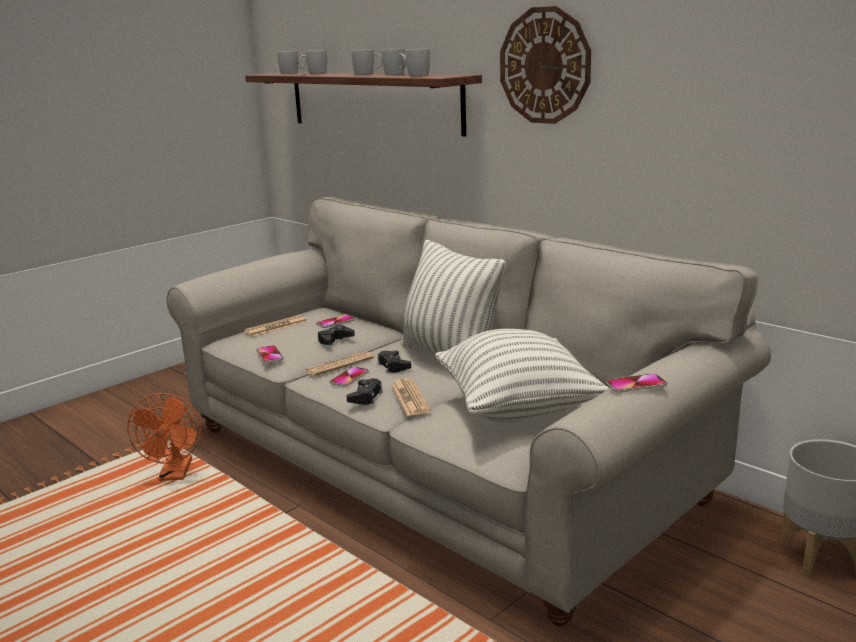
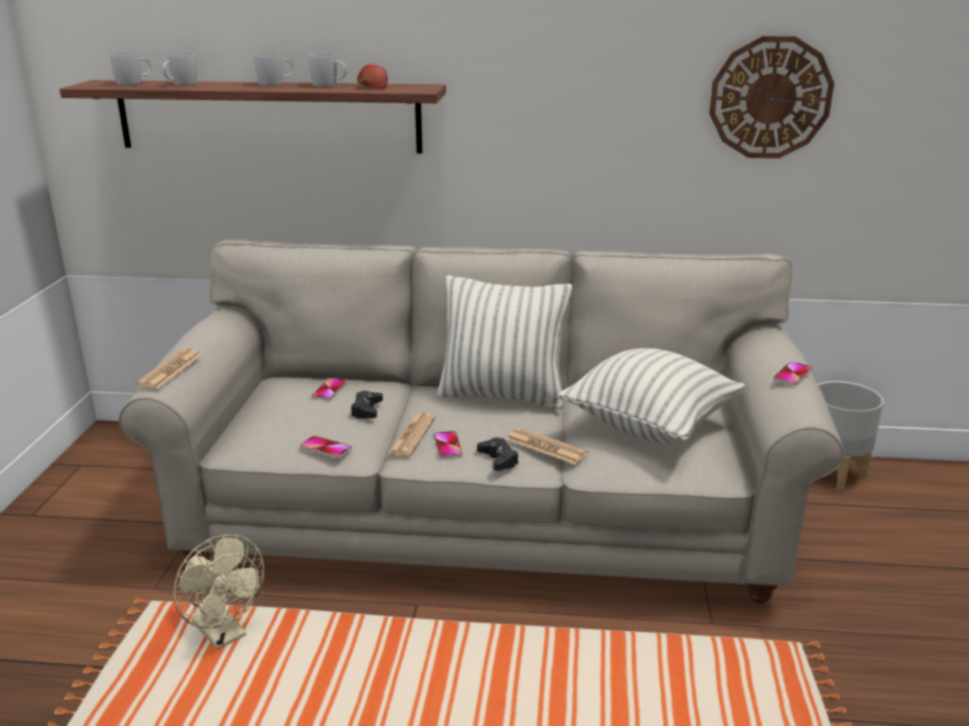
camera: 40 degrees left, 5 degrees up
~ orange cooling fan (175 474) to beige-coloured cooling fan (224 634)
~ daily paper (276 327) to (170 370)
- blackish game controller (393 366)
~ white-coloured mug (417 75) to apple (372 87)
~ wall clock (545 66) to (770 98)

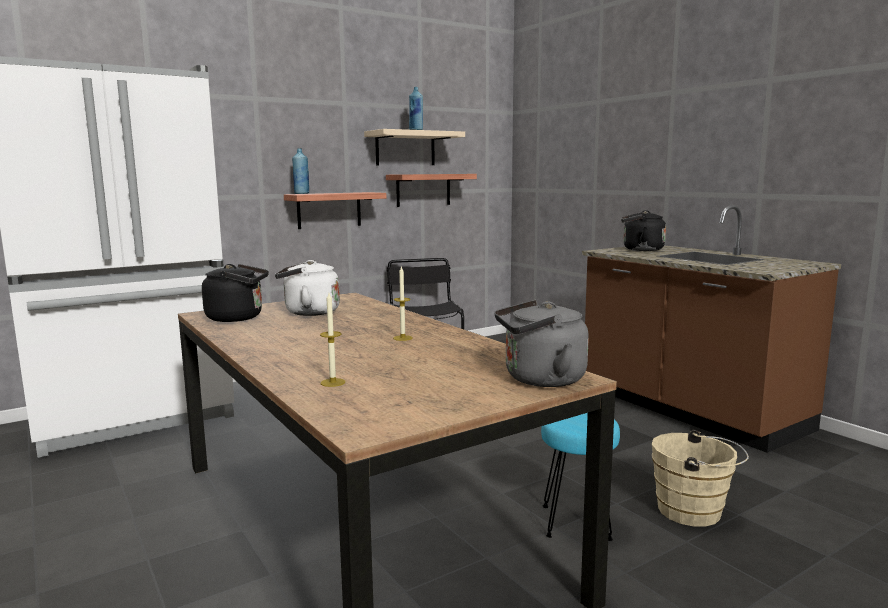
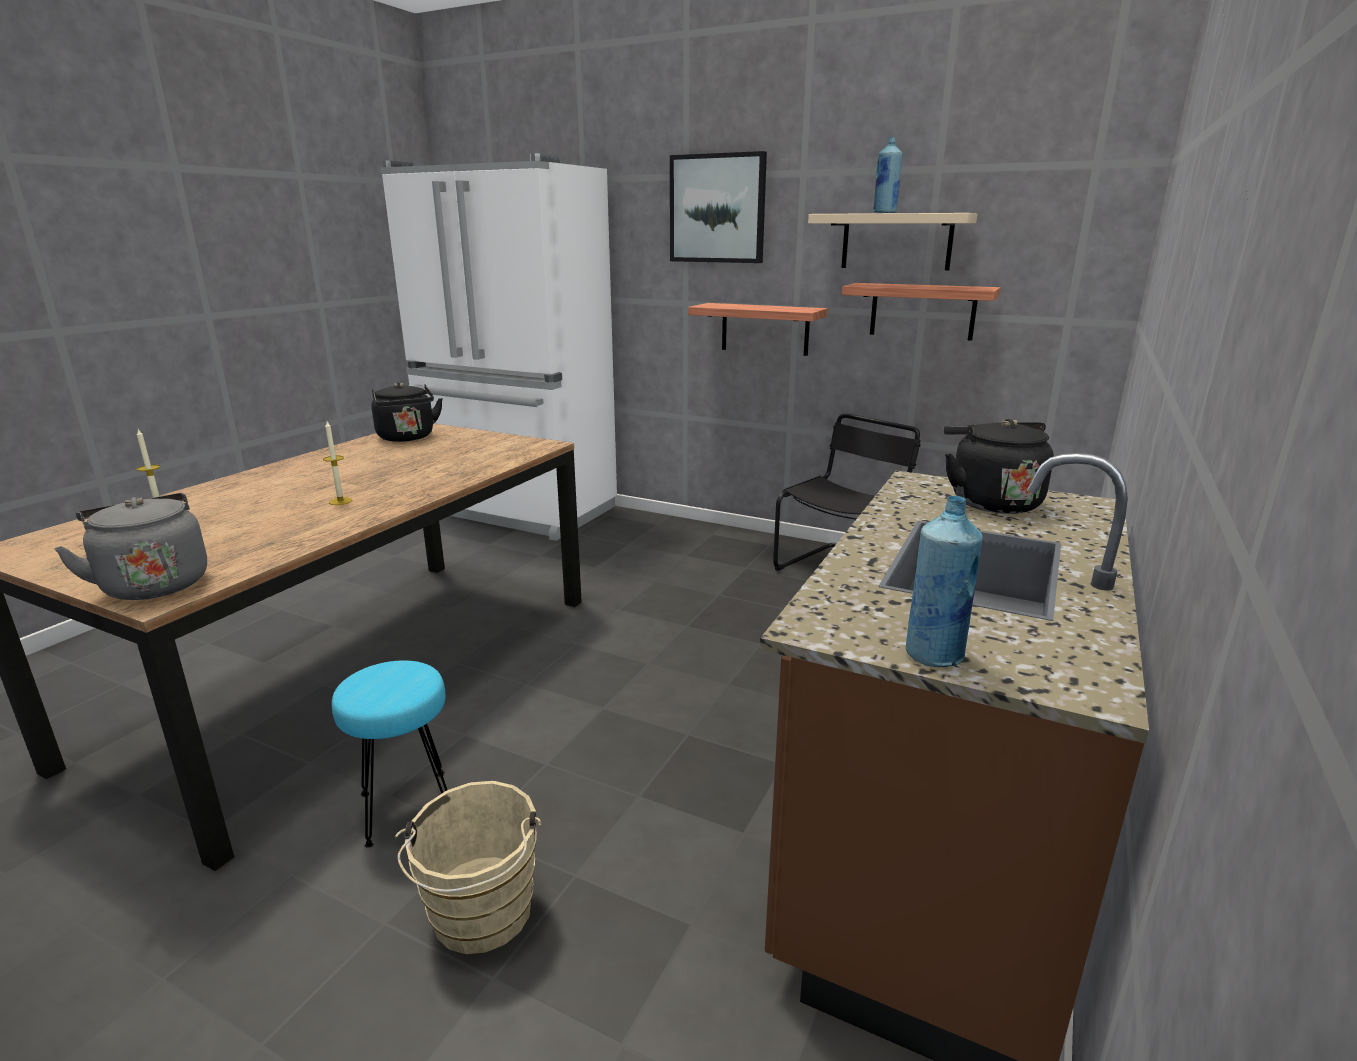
camera: 60 degrees right, 10 degrees up
- white-coloured tea kettle (308 312)
~ bluish drink bottle (301 194) to (934 655)
+ wall picture (717 209)

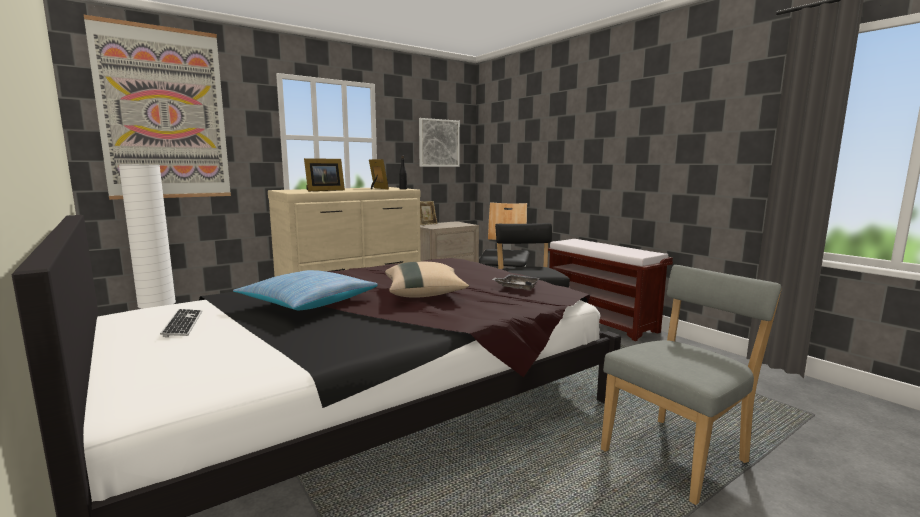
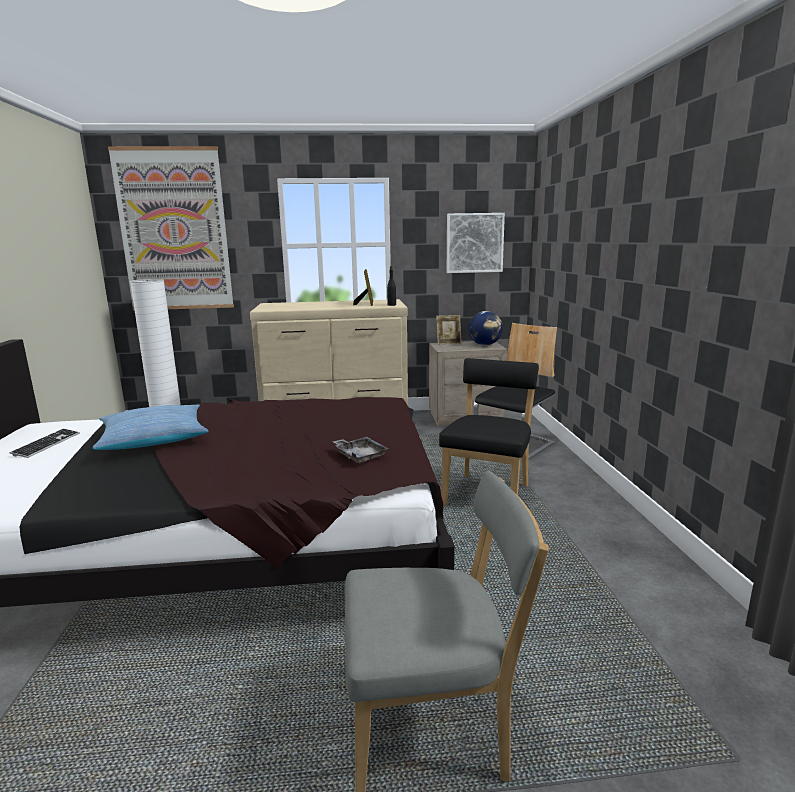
camera: 30 degrees right, 5 degrees up
- photo frame (323 190)
- beige-coloured cushion (424 294)
- brownish indoor bench (601 321)
+ globe (485 345)

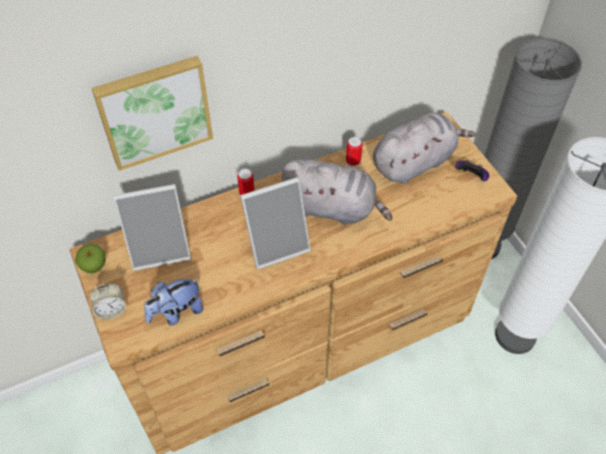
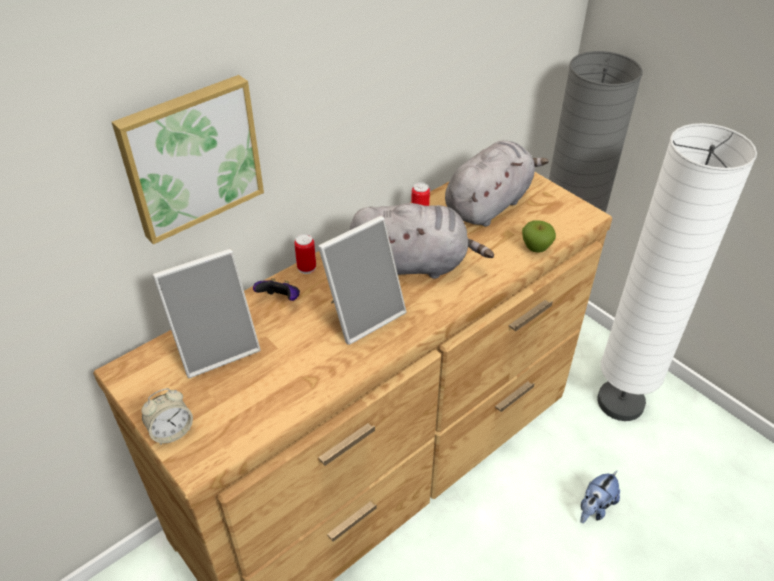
camera: 15 degrees left, 10 degrees down
~ apple (94 267) to (536 248)
~ soft toy (176 312) to (595 507)
~ game controller (471 177) to (280 300)

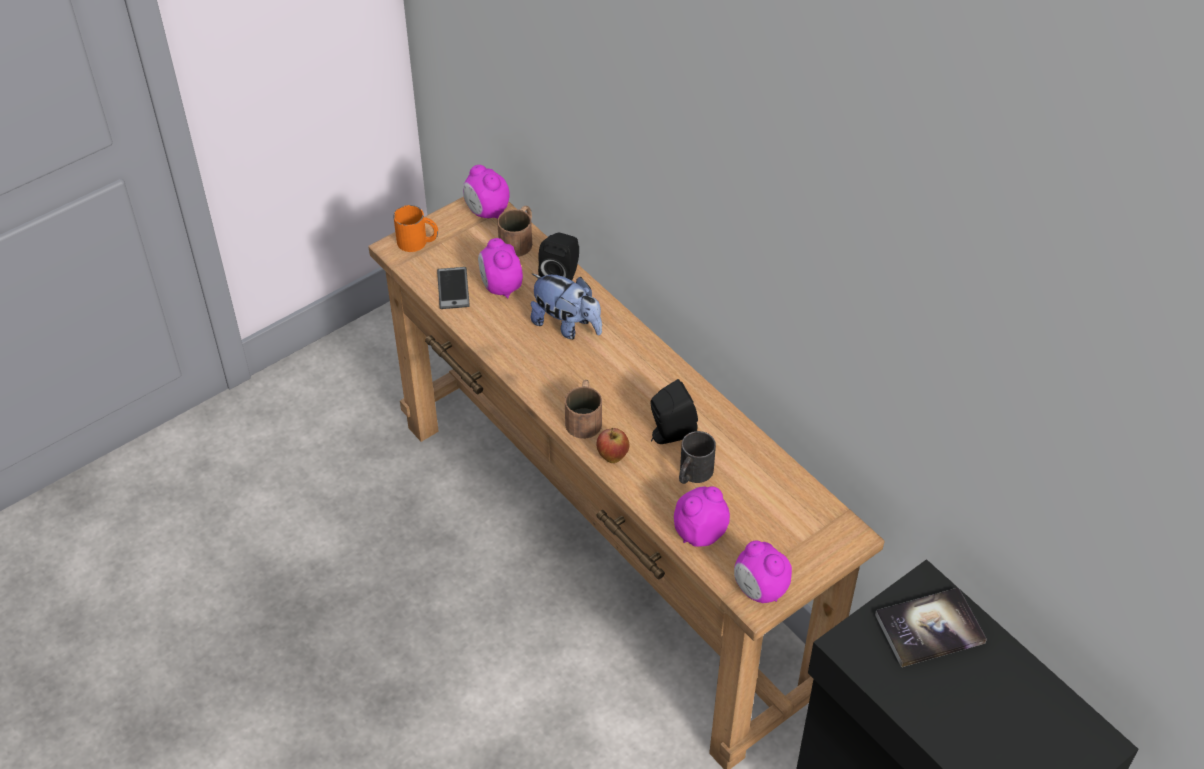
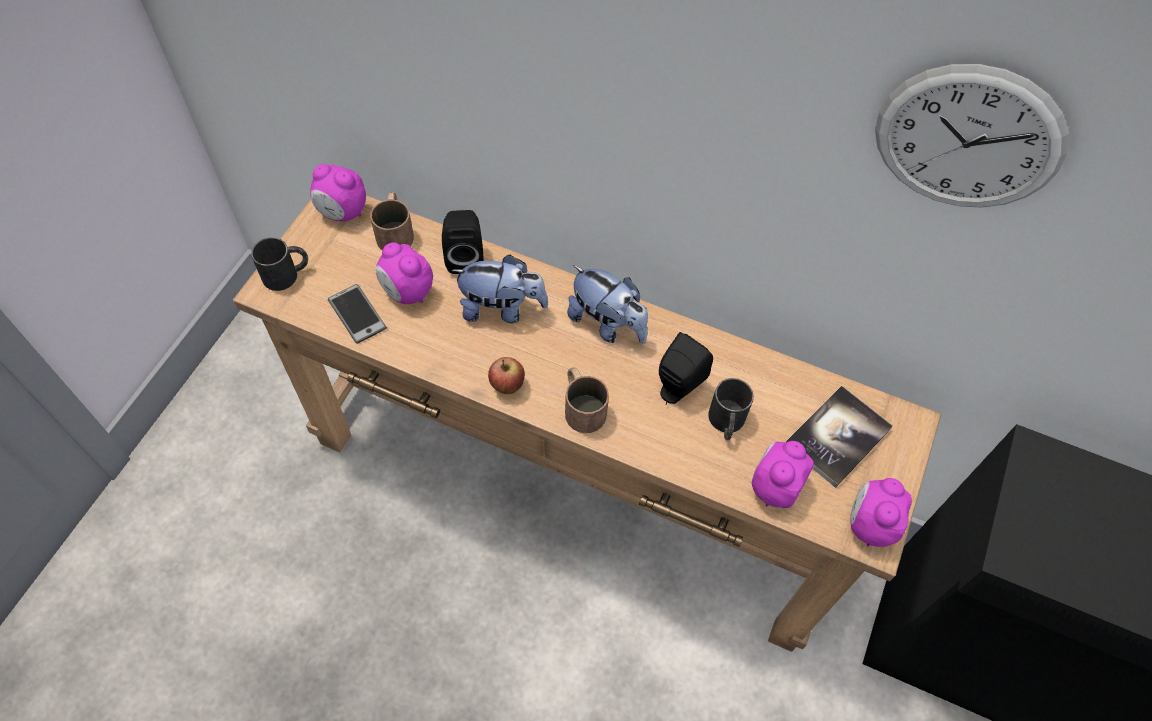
camera: 30 degrees left, 10 degrees up
~ orange mug (418 242) to blackish mug (287 274)
~ apple (612 457) to (507 386)
~ alarm clock (759 590) = (869 525) 90 degrees clockwise
~ volume (929 628) to (837 437)
+ soft toy (607 324)
+ wall clock (968 139)

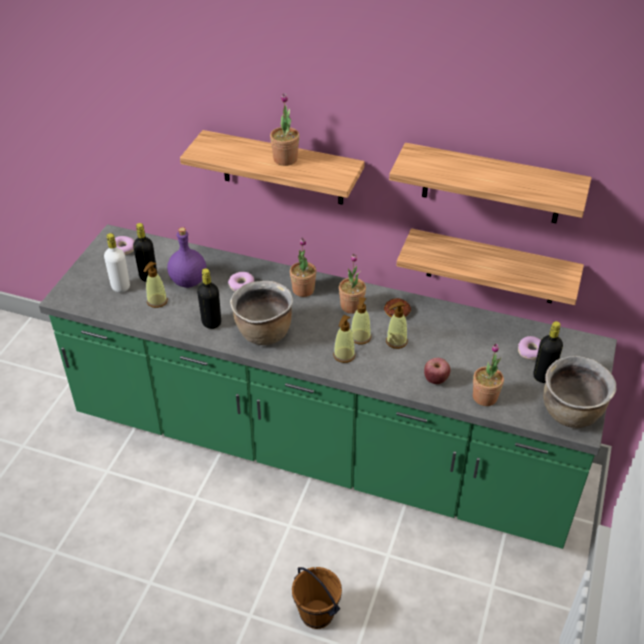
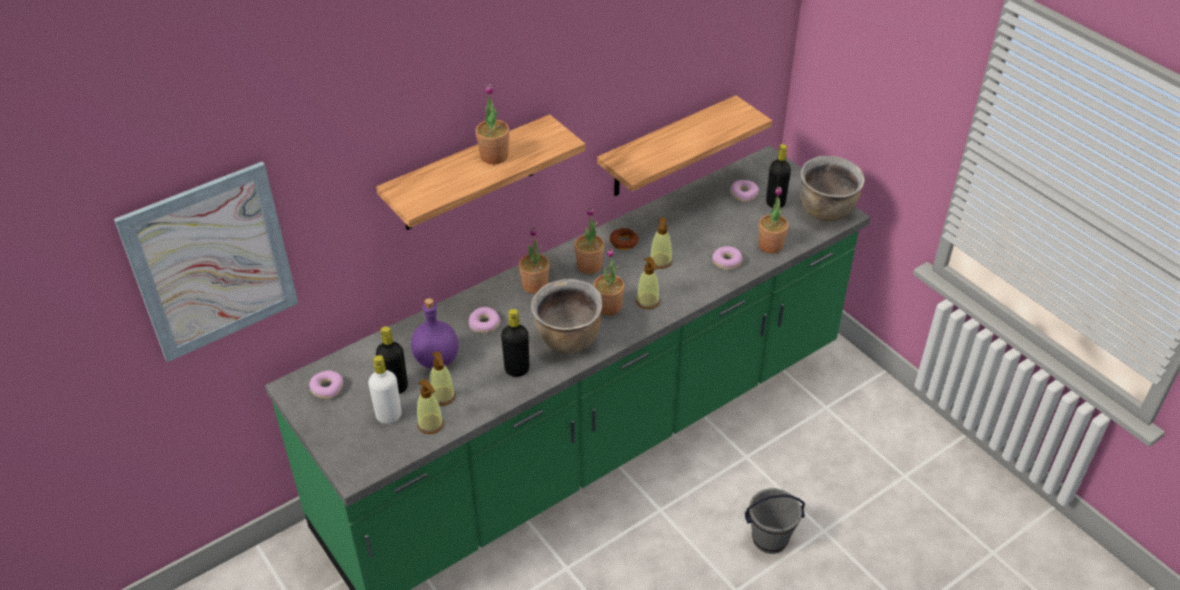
camera: 55 degrees left, 0 degrees up
~ brownish pail (317 613) to gray pail (769 539)
~ soap bottle (360 337) to (430 424)
- wall shelf (492 184)
~ apple (436 379) to ring doughnut (727 262)
+ wall picture (212 262)
+ potted plant (608 307)

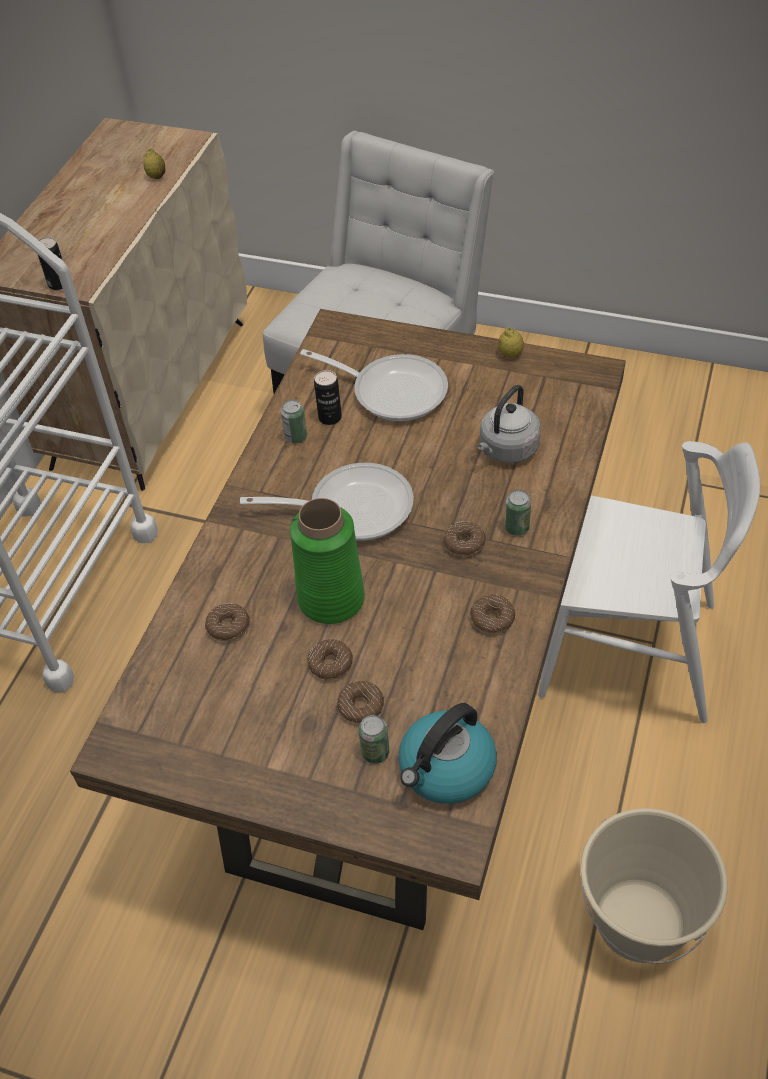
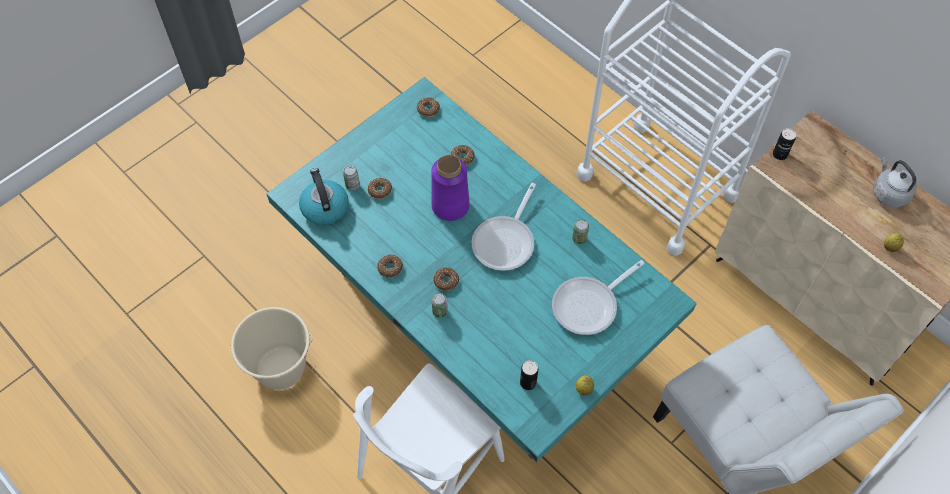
camera: 115 degrees right, 10 degrees up
~ brownish dining table (395 696) to turquoise-coloured dining table (476 325)
~ green-coloured decorative vase (331 599) to purple decorative vase (450 206)
~ ring doughnut (330 664) to (428 109)
~ sealed can (330 417) to (528 382)
~ gray tea kettle (507 450) to (888 193)

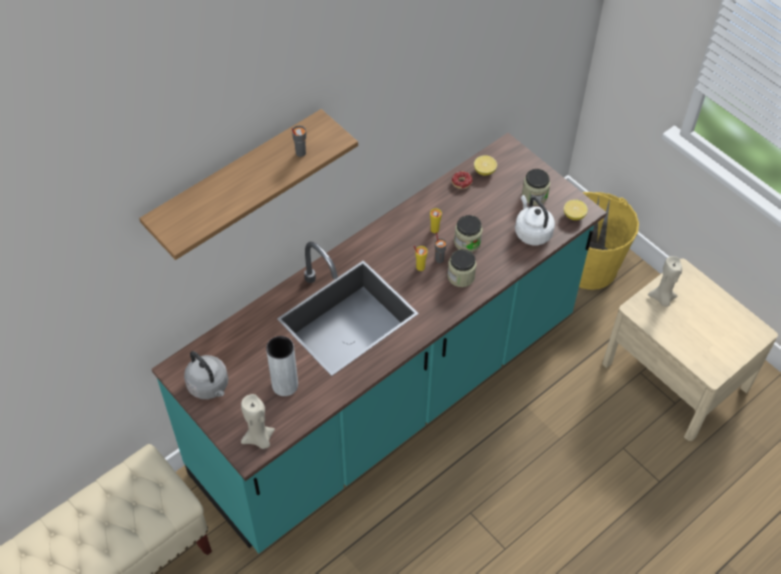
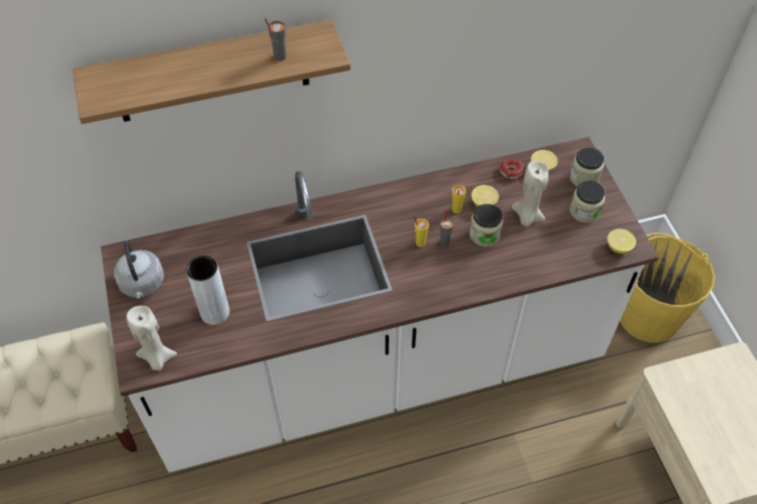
camera: 25 degrees right, 0 degrees up
~ turquoise-coloured kitchen base unit (389 398) to white-coloured kitchen base unit (378 370)
~ storage jar (461 276) to (584 178)
- white-coloured tea kettle (532 232)
~ beige-coloured wax light (662 298) to (527 217)
+ whole lemon (483 203)

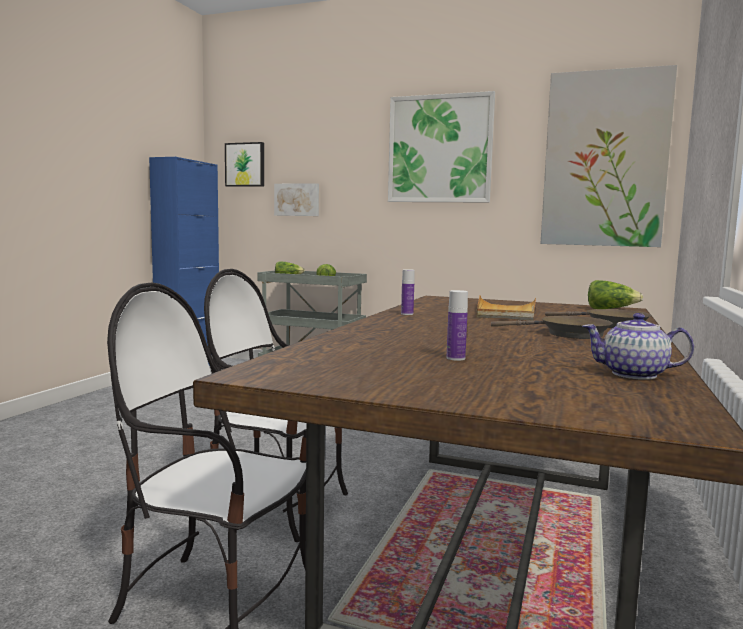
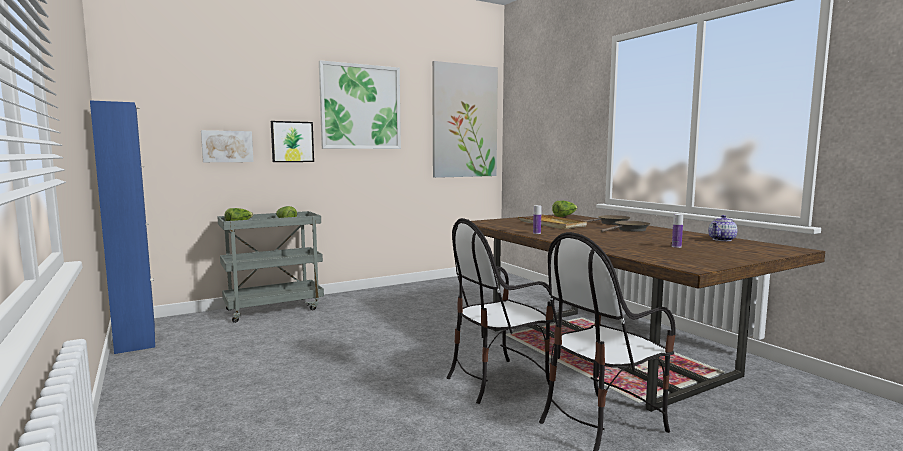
camera: 50 degrees left, 0 degrees up
~ wall picture (245 165) to (292 141)

